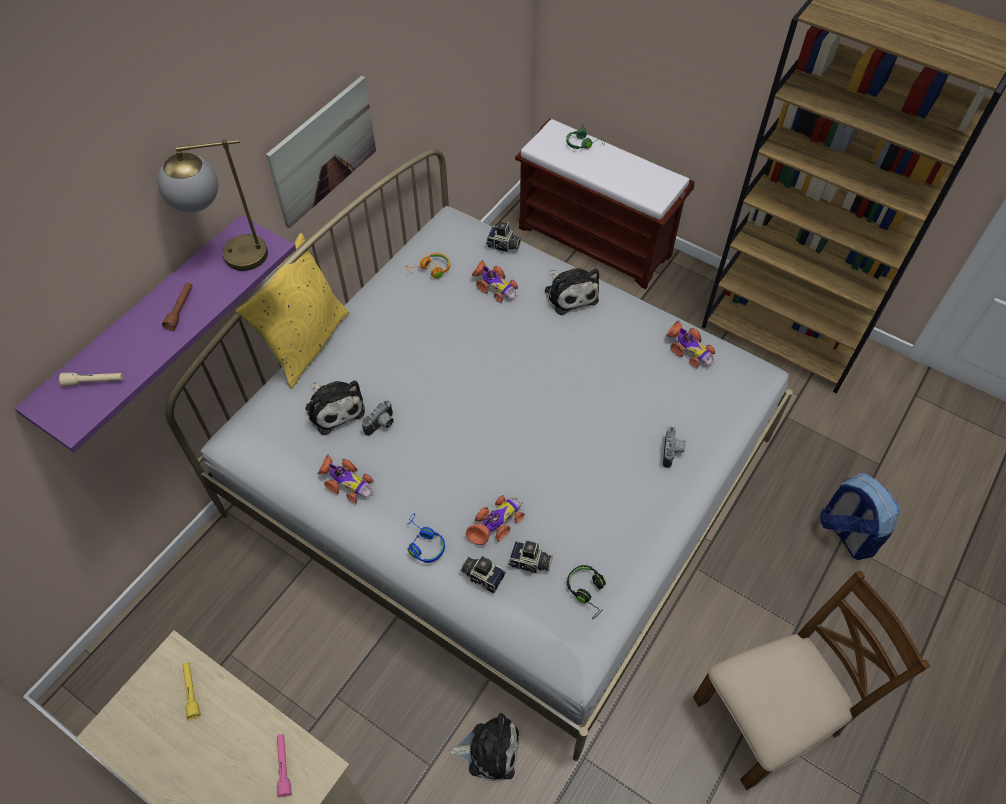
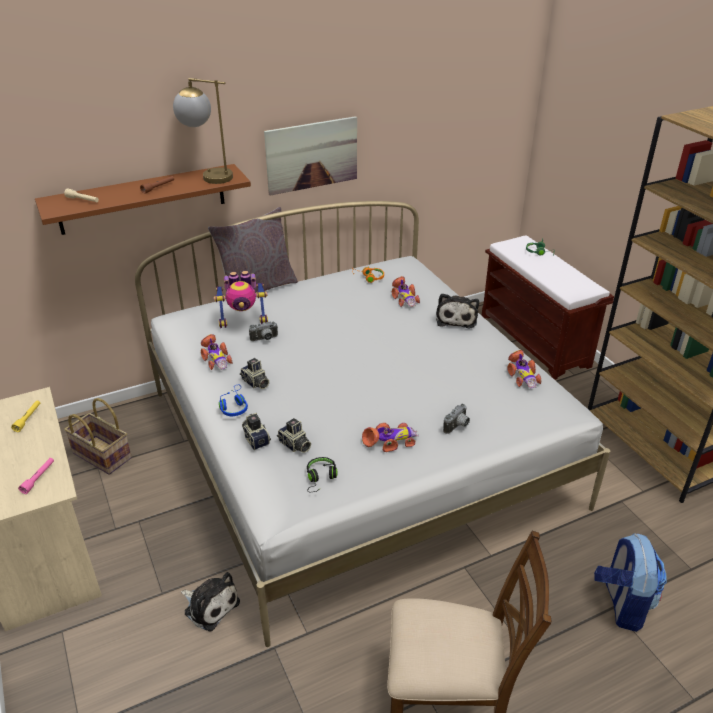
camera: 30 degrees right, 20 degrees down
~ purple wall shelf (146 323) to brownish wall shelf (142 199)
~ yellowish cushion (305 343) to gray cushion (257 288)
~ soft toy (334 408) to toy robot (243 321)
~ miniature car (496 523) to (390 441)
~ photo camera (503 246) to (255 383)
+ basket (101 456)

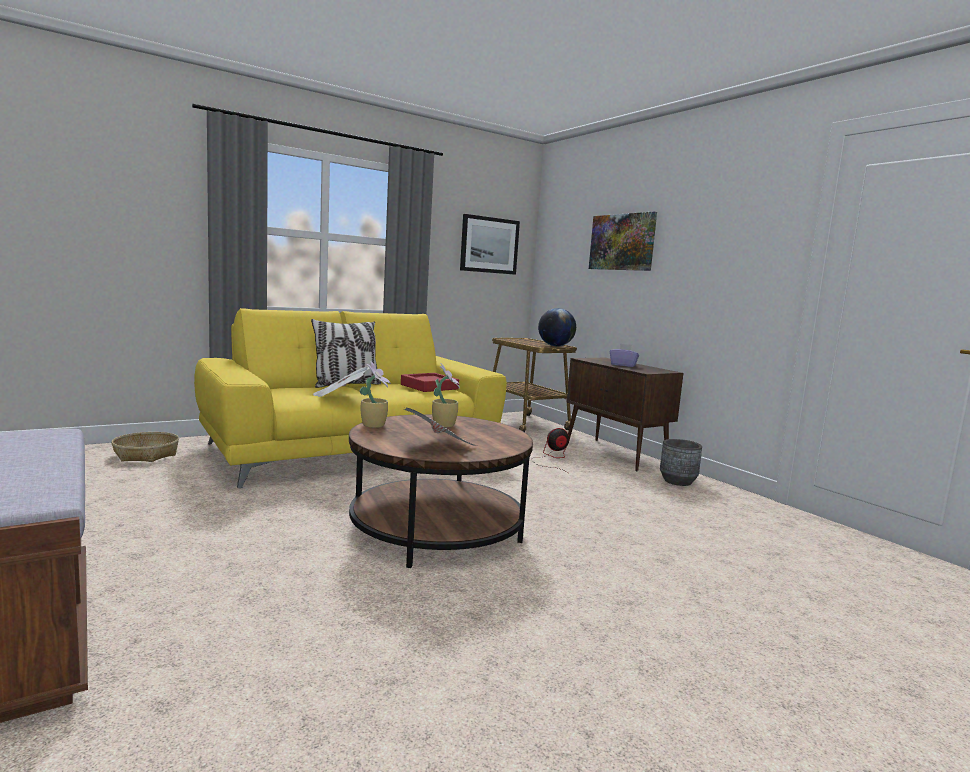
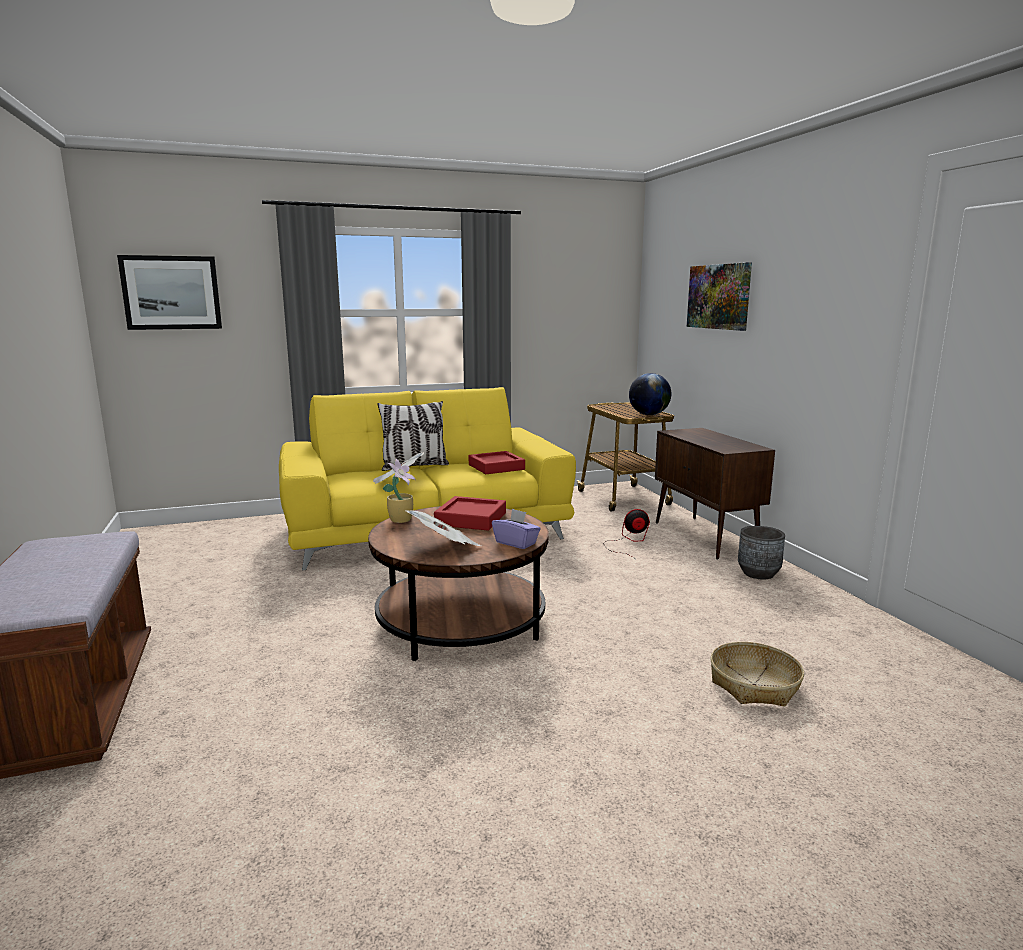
camera: 15 degrees right, 5 degrees up
~ basket (146 454) to (753 685)
~ potted plant (444 425) to red serving tray (471 519)
~ wall picture (489 245) to (171 293)
~ purple box of tissues (623 365) to (516 543)

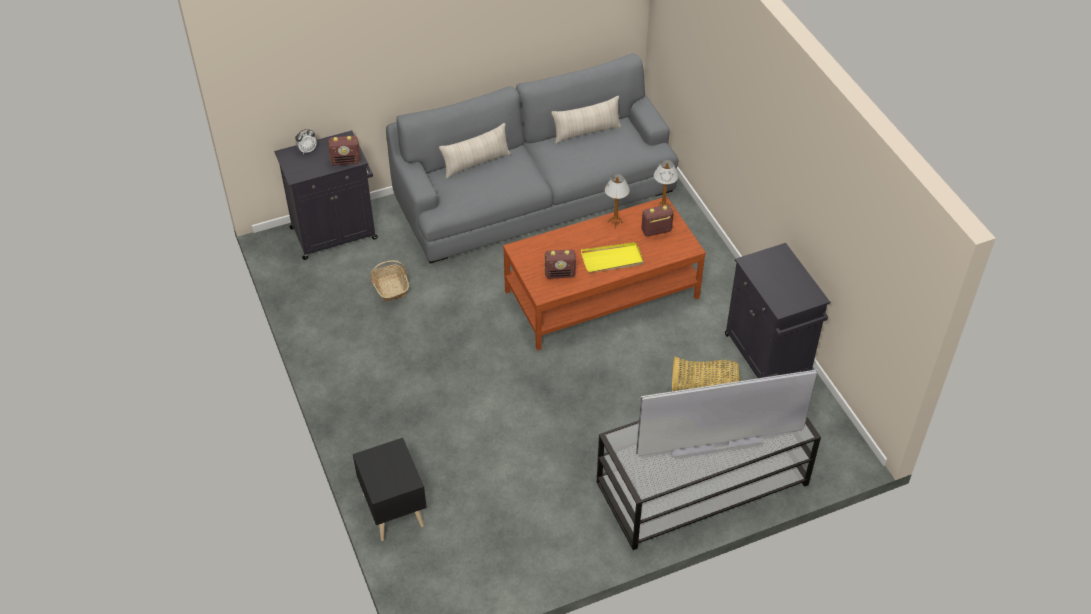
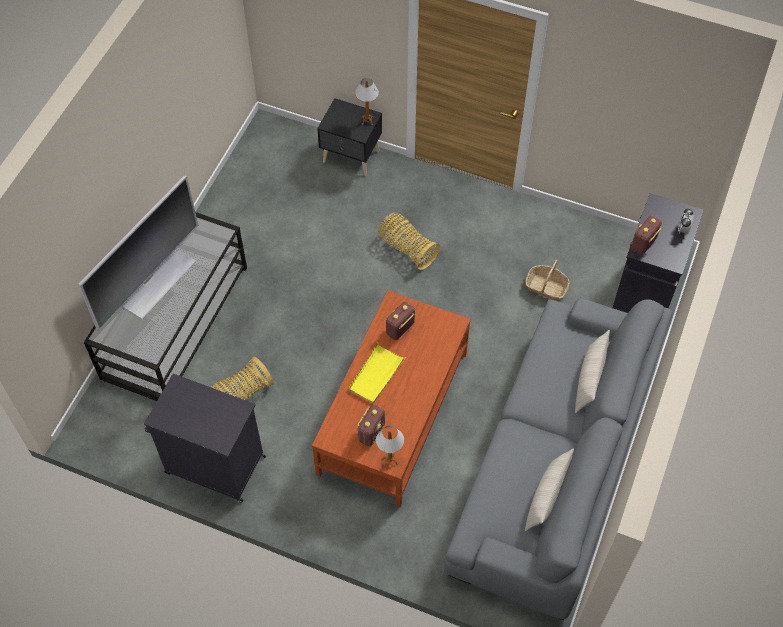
camera: 135 degrees right, 10 degrees up
~ tabletop lamp (615 222) to (367 121)
+ basket (407 248)

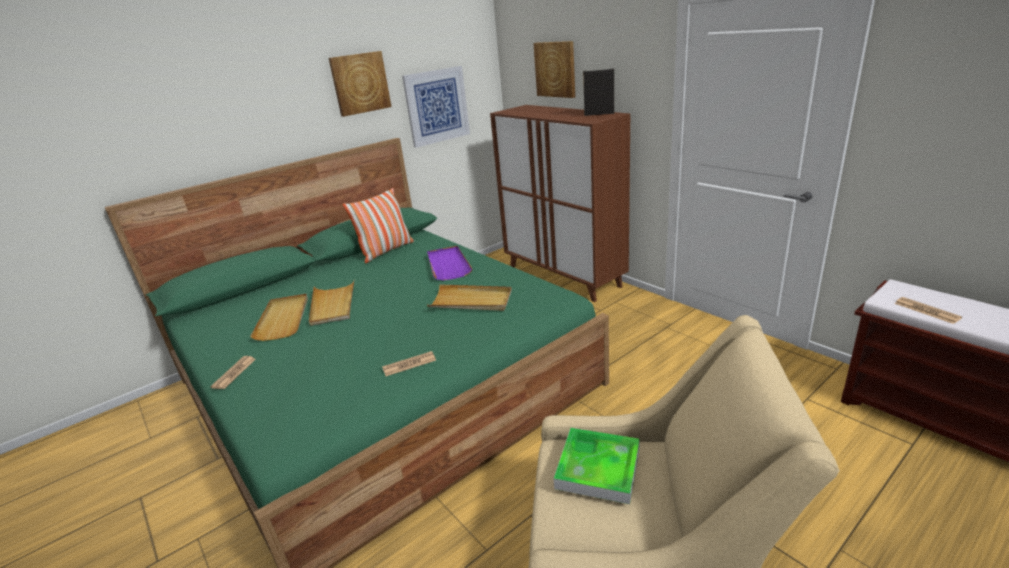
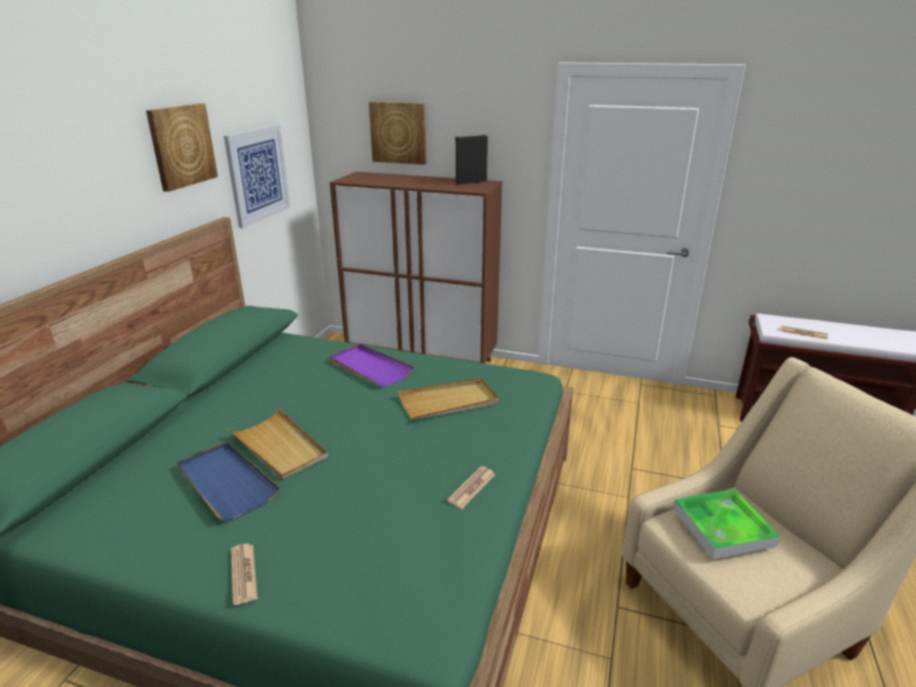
camera: 35 degrees left, 0 degrees up
~ beige-coloured serving tray (283 319) to bluish serving tray (226 482)
- cushion (386 251)

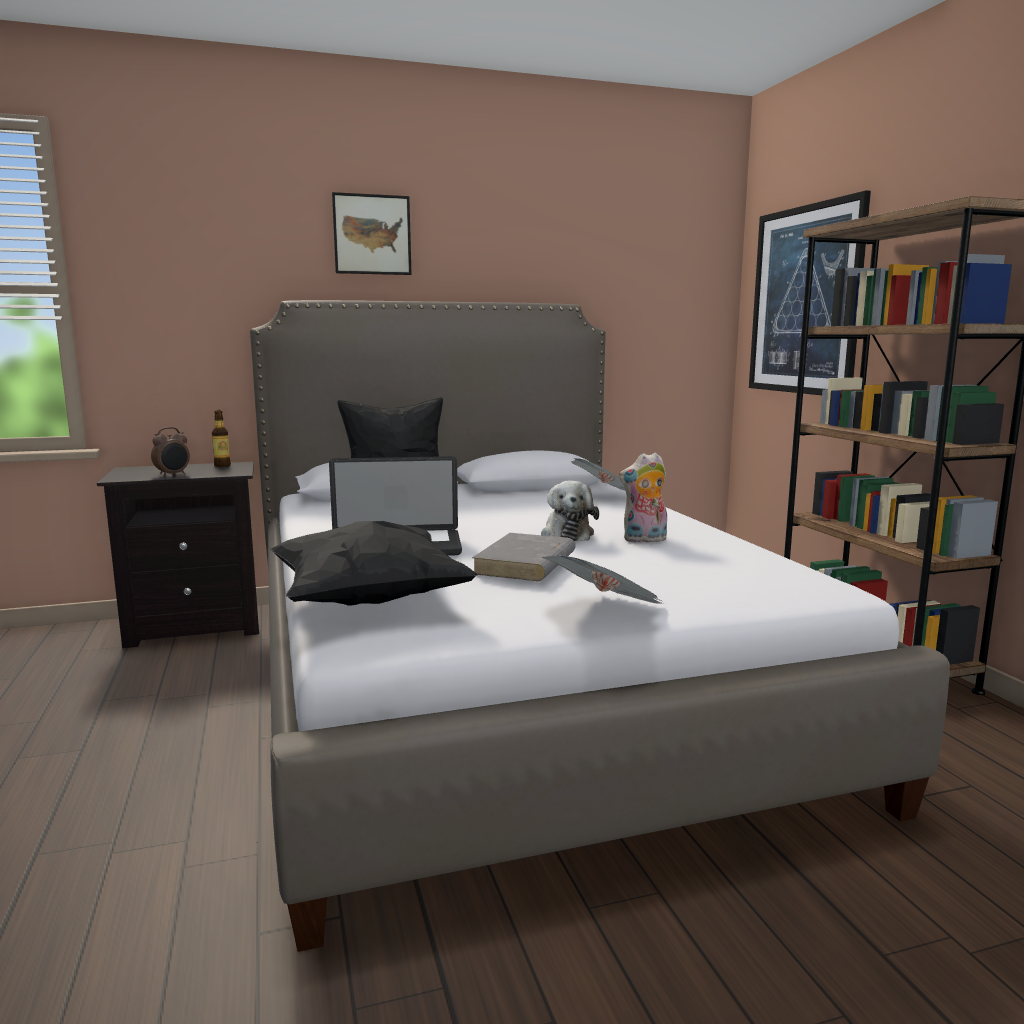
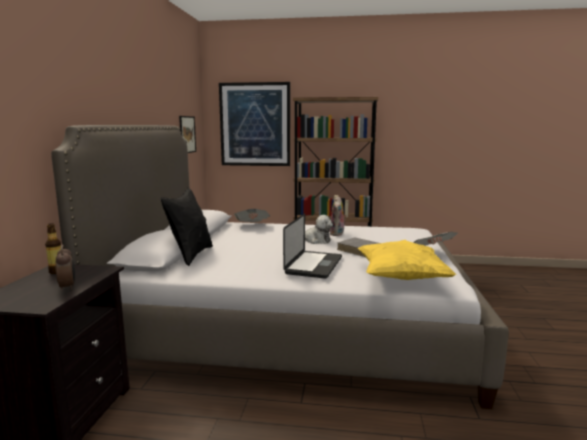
camera: 65 degrees left, 0 degrees up
~ blackish cushion (369 600) to yellowish cushion (401 278)
~ wall picture (372 234) to (187 134)

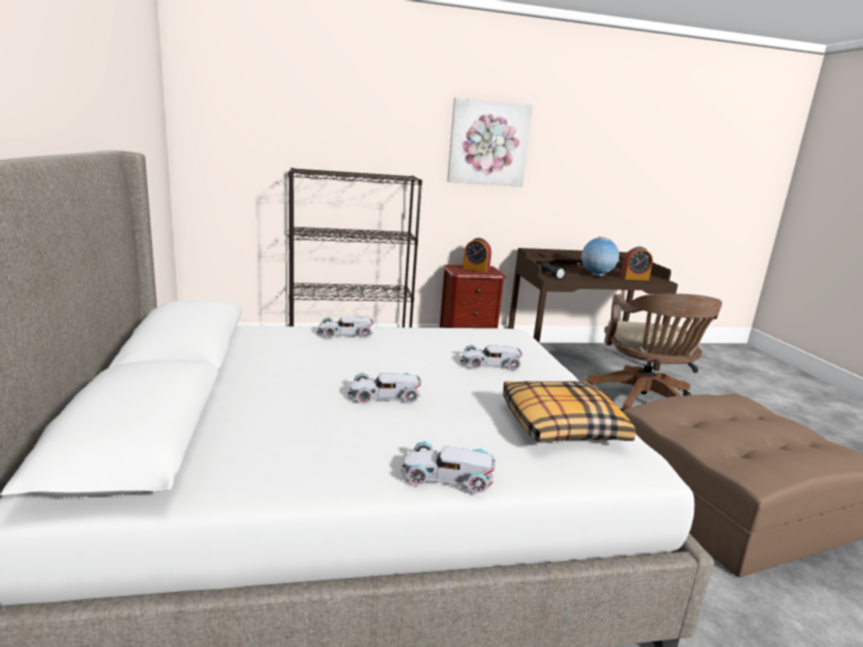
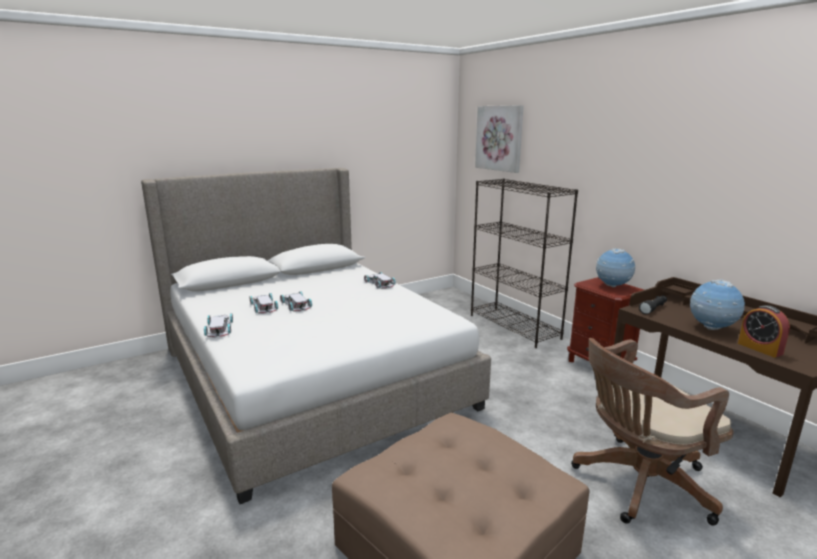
camera: 70 degrees right, 0 degrees up
~ wall picture (488 143) to (499 138)
~ white-coloured miniature car (490 363) to (264 306)
~ alarm clock (476 269) to globe (612 286)
- cushion (560 425)

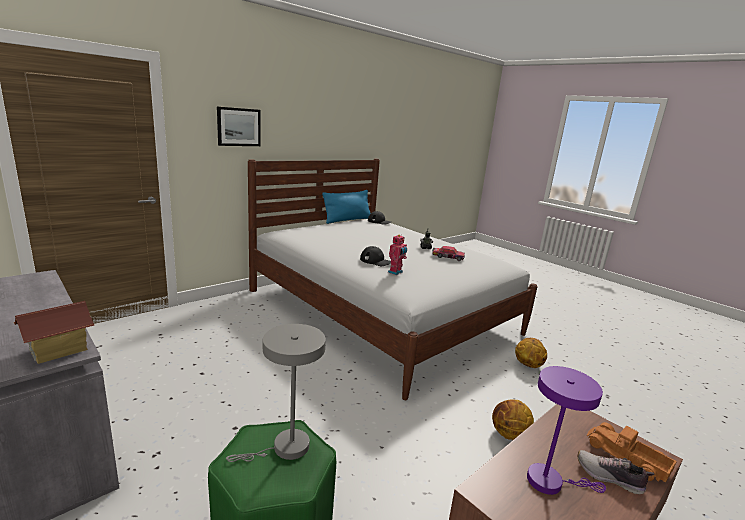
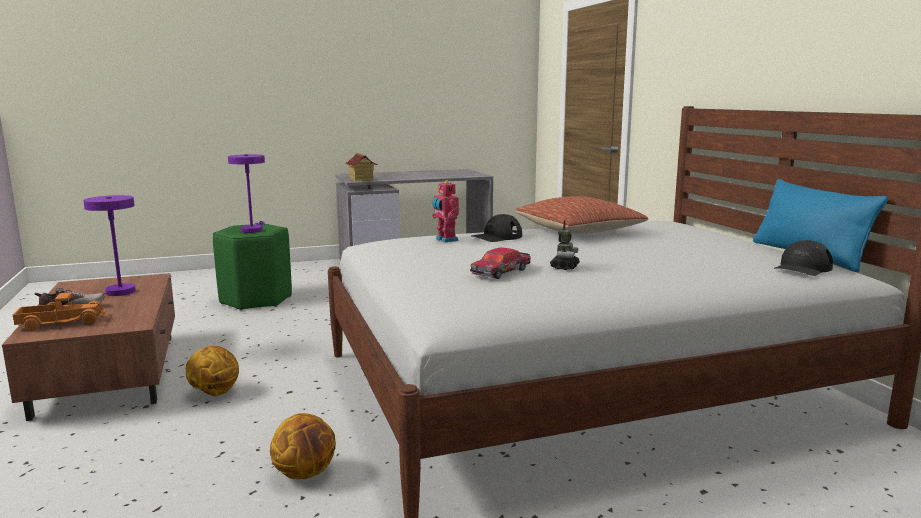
camera: 115 degrees right, 5 degrees down
- wall picture (238 127)
~ gray tabletop lamp (285 448) to purple tabletop lamp (252 230)
+ cushion (579 231)

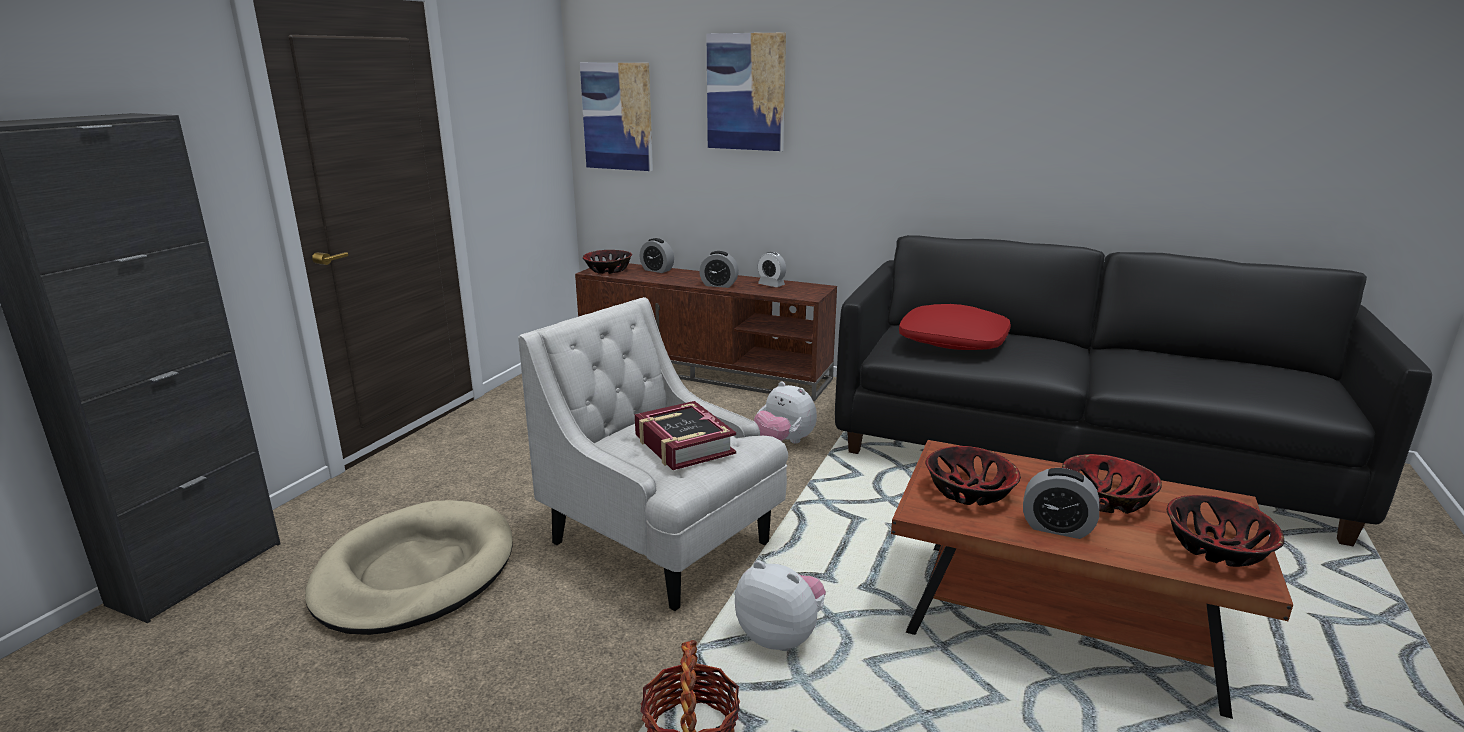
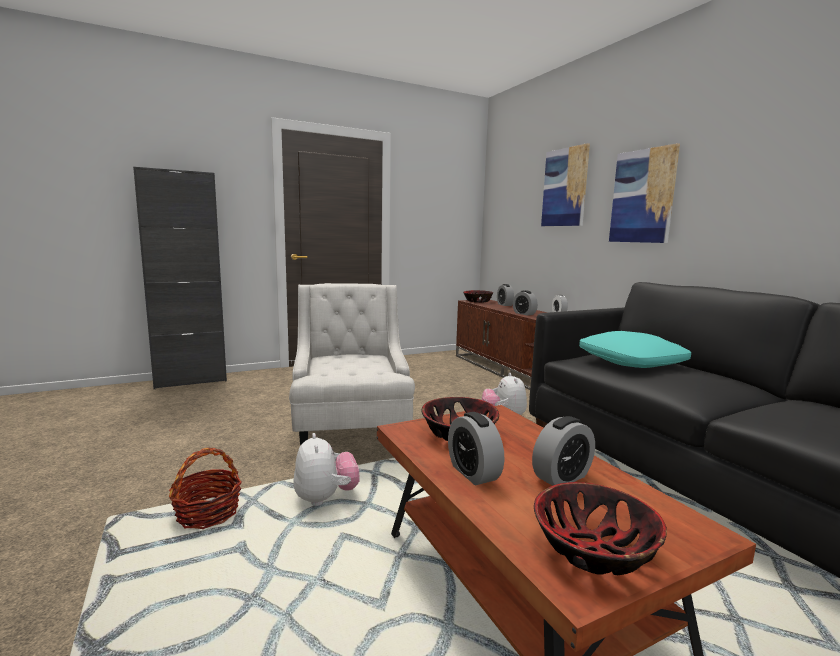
camera: 40 degrees right, 10 degrees down
- beige-coloured pet bed (415 573)
~ wall picture (617 116) to (642 196)
- volume (683 444)
~ red cushion (953 340) to turquoise-coloured cushion (631 361)
~ serving bowl (1105 499) to alarm clock (562 477)

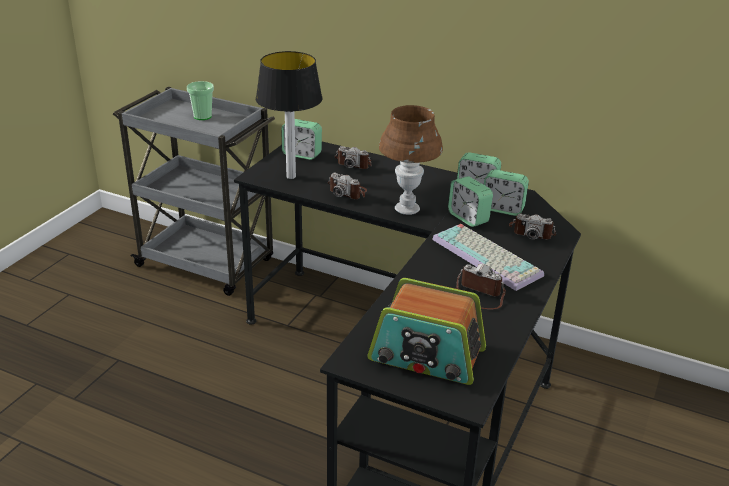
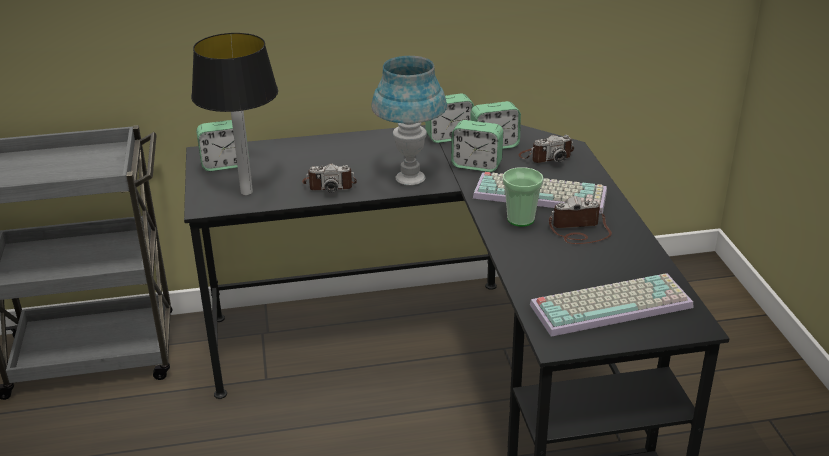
camera: 35 degrees left, 0 degrees up
~ small cup (202 116) to (520 219)
- photo camera (354 163)
~ radio receiver (426 356) to computer keyboard (611 304)
~ brownish tabletop lamp (407 209) to bluish tabletop lamp (410 178)

